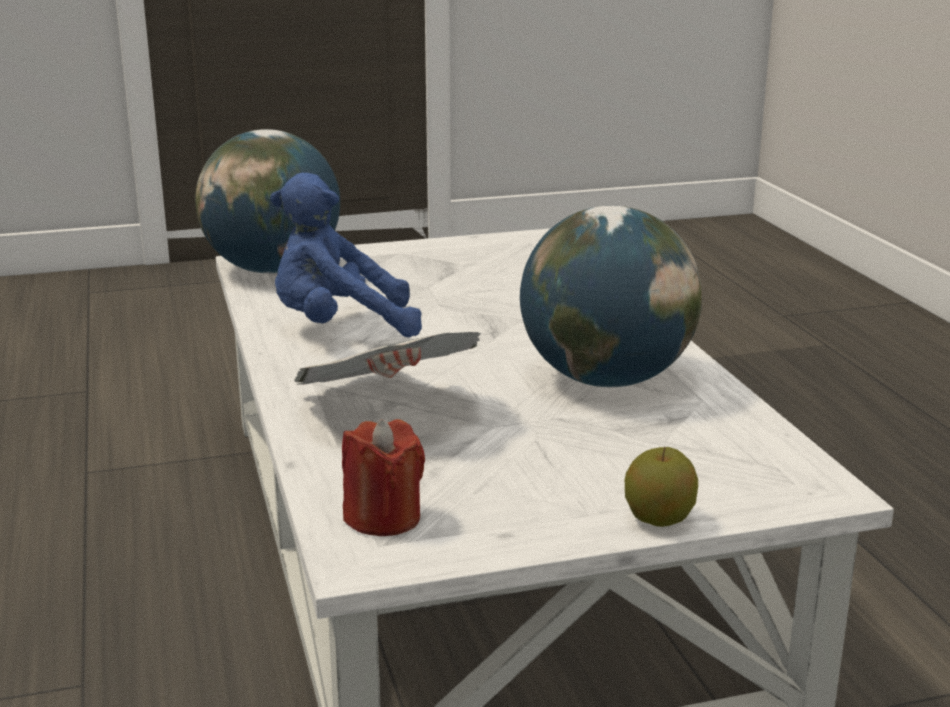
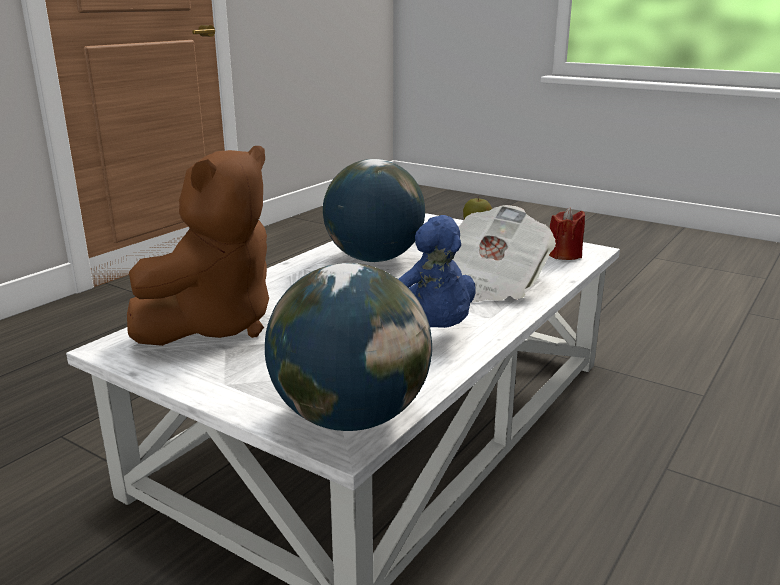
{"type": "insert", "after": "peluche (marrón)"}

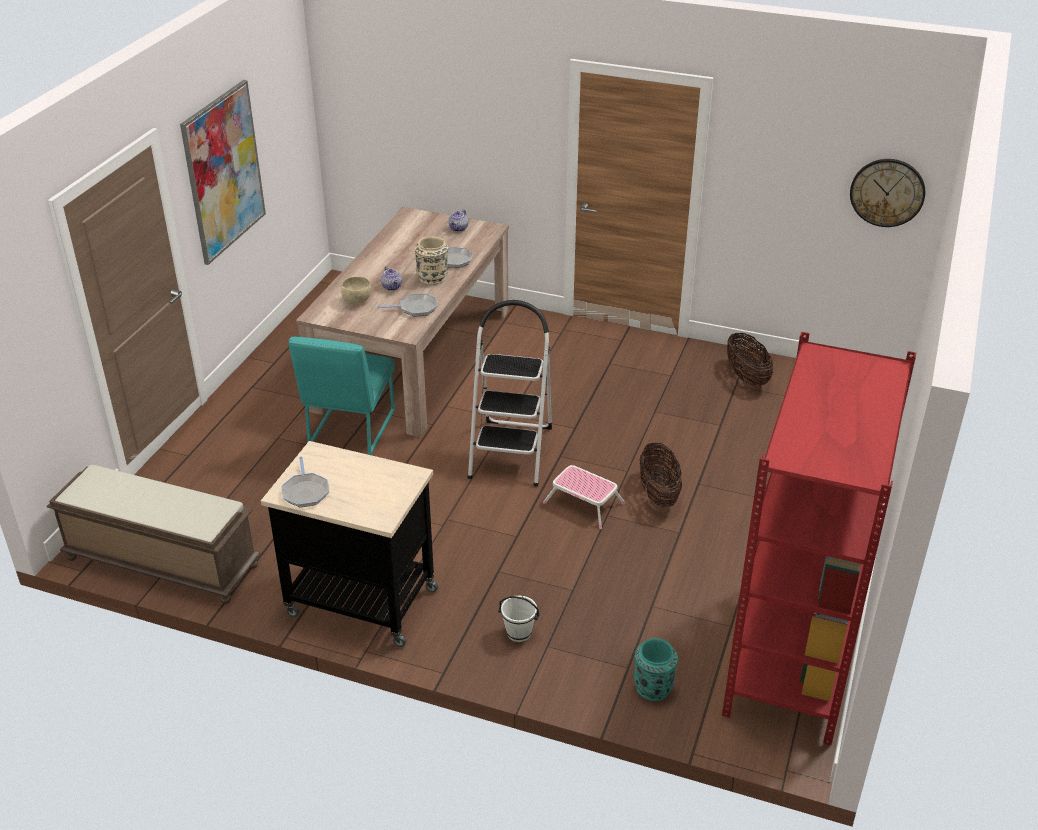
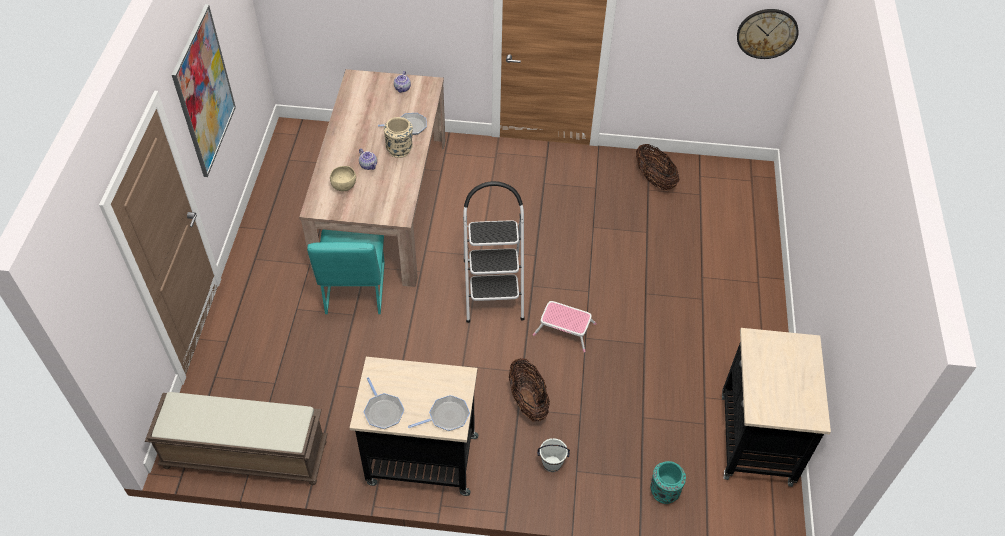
{"type": "move", "before": "sartén (2nd from left in the first image)", "after": "sartén (3rd from left)"}
{"type": "replace", "before": "estantería (rojo)", "after": "carrito (negro) (2nd from left)"}
{"type": "move", "before": "cesta (1st from left)"}

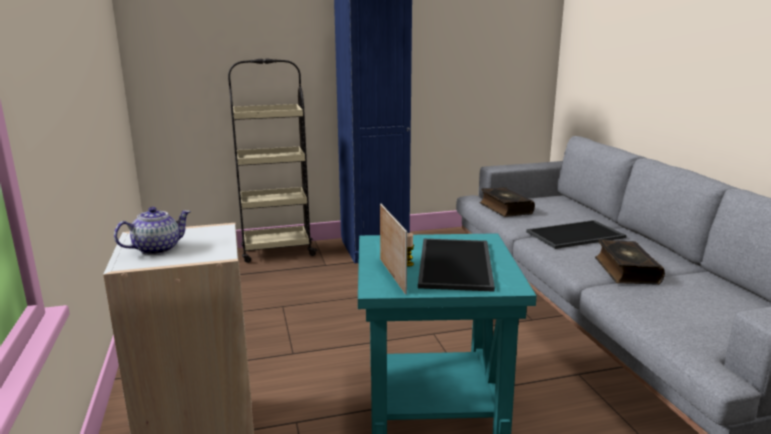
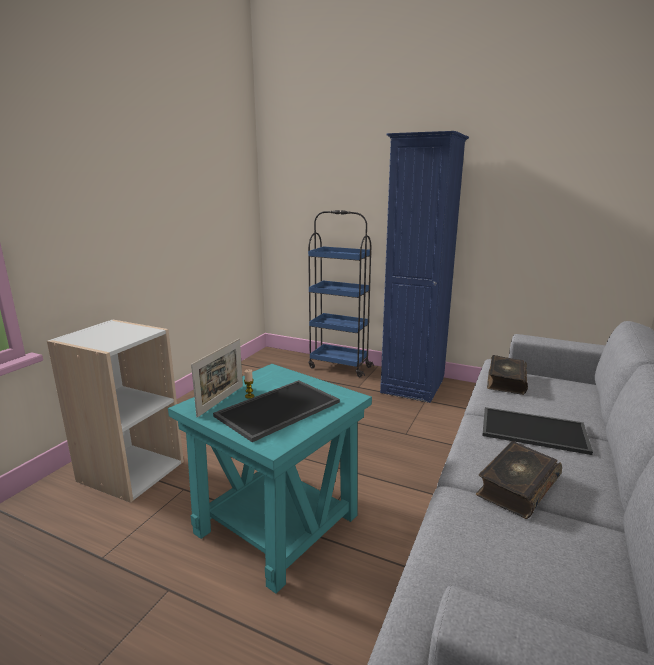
{"type": "recolor", "before": "carrito (beis)", "after": "carrito (azul)"}
{"type": "delete", "before": "tetera"}

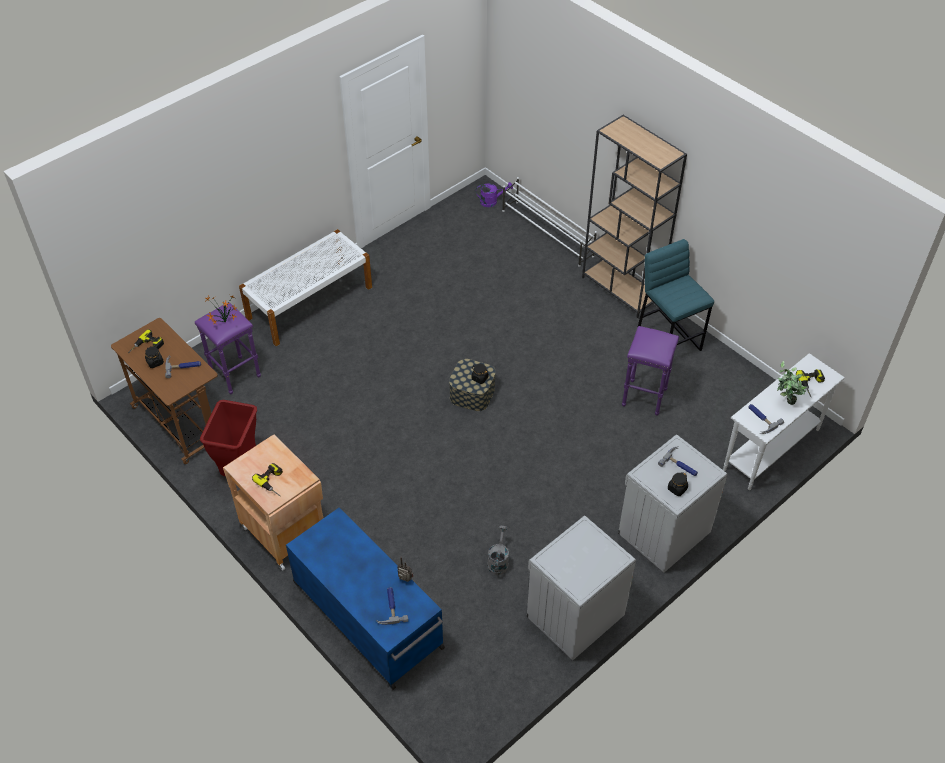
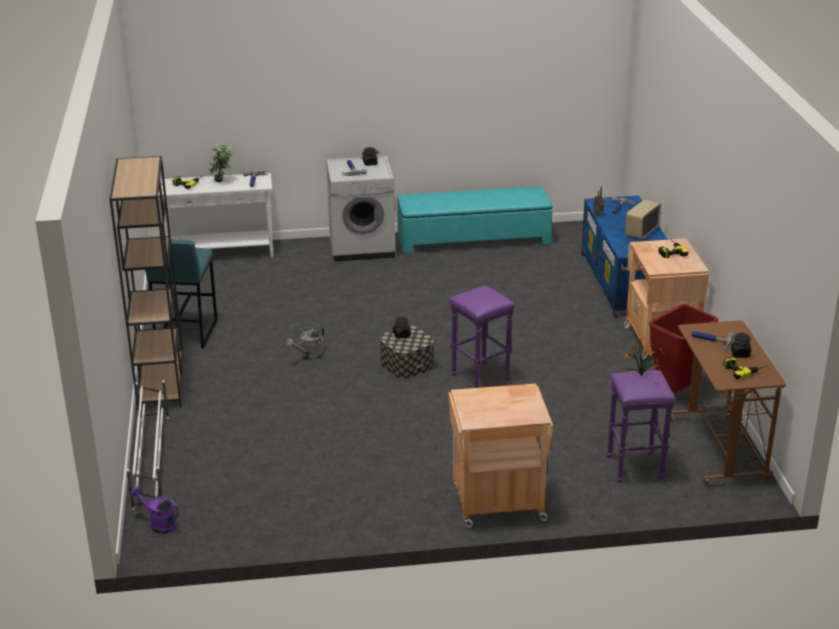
{"type": "replace", "before": "banco (blanco)", "after": "carrito (marrón) (1st from left)"}
{"type": "move", "before": "taburete (morado) (2nd from left in the first image)", "after": "taburete (morado) (1st from left)"}
{"type": "replace", "before": "lavadora (blanco) (1st from left)", "after": "banco (turquesa)"}
{"type": "move", "before": "regadera (gris)"}
{"type": "insert", "after": "radio (2nd from left)"}

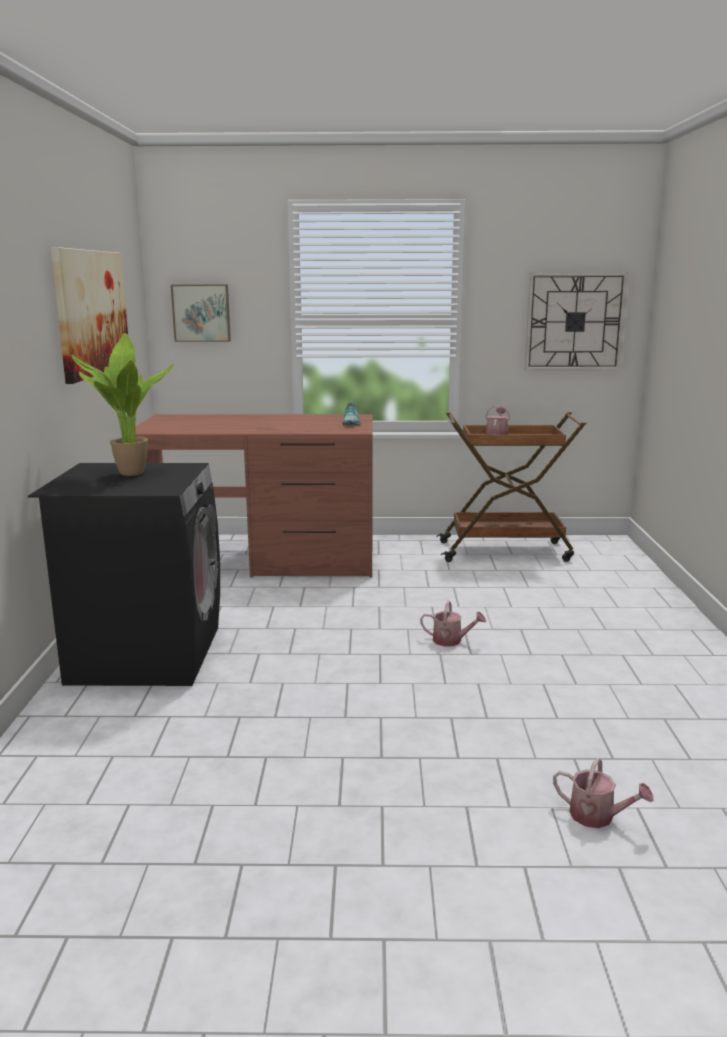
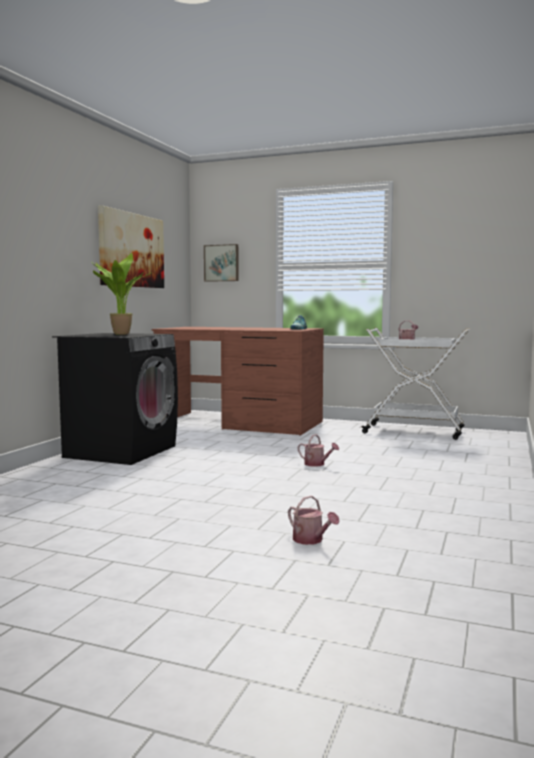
{"type": "delete", "before": "reloj de pared"}
{"type": "recolor", "before": "carrito (marrón)", "after": "carrito (blanco)"}

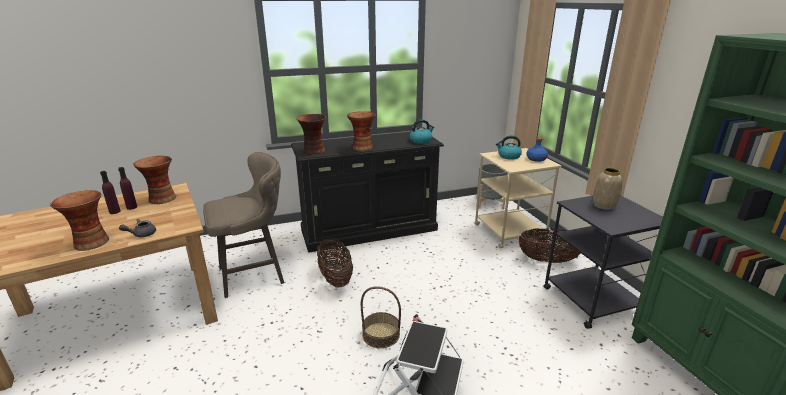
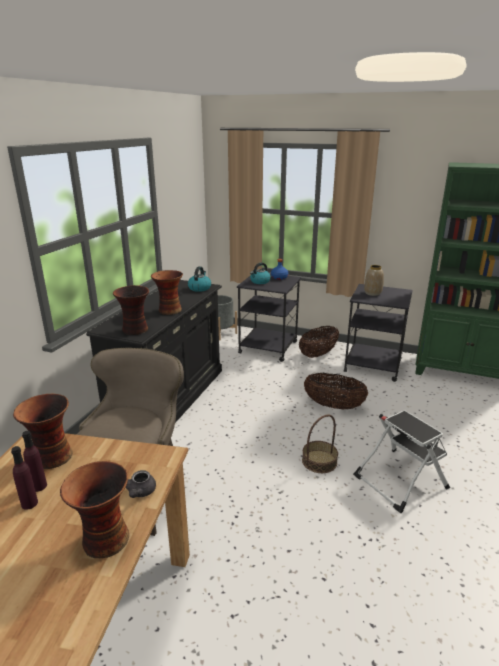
{"type": "recolor", "before": "carrito (beis)", "after": "carrito (negro) (1st from left)"}
{"type": "move", "before": "cesta (1st from left in the first image)", "after": "cesta (3rd from left)"}

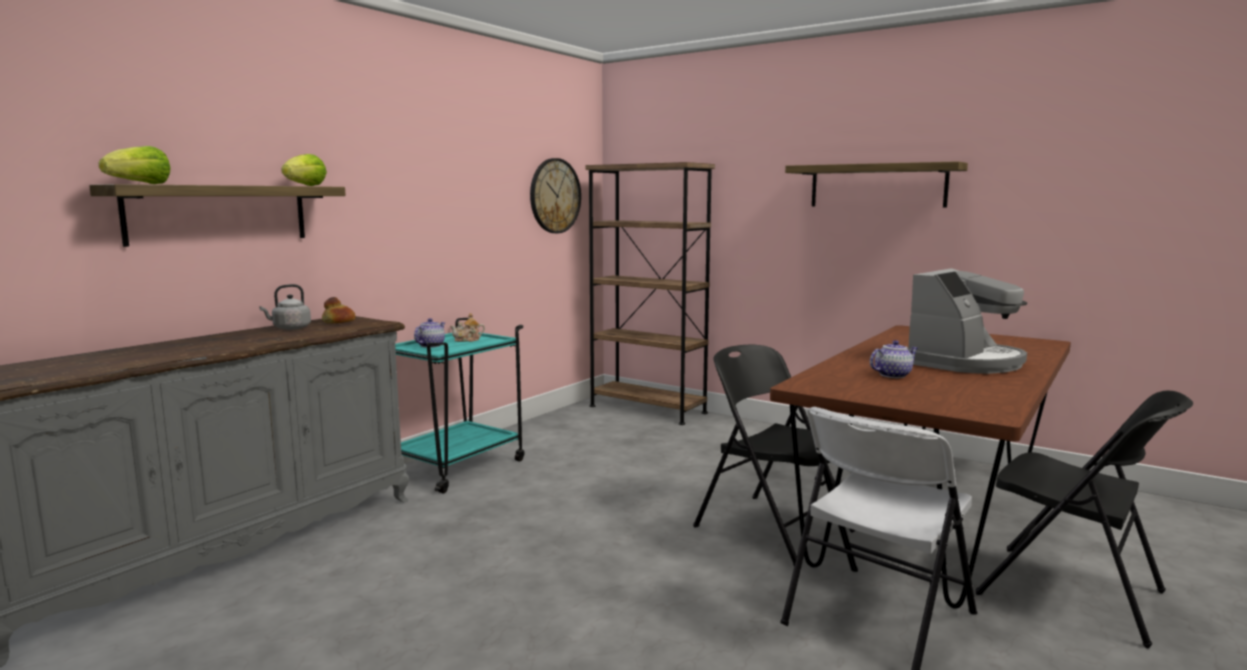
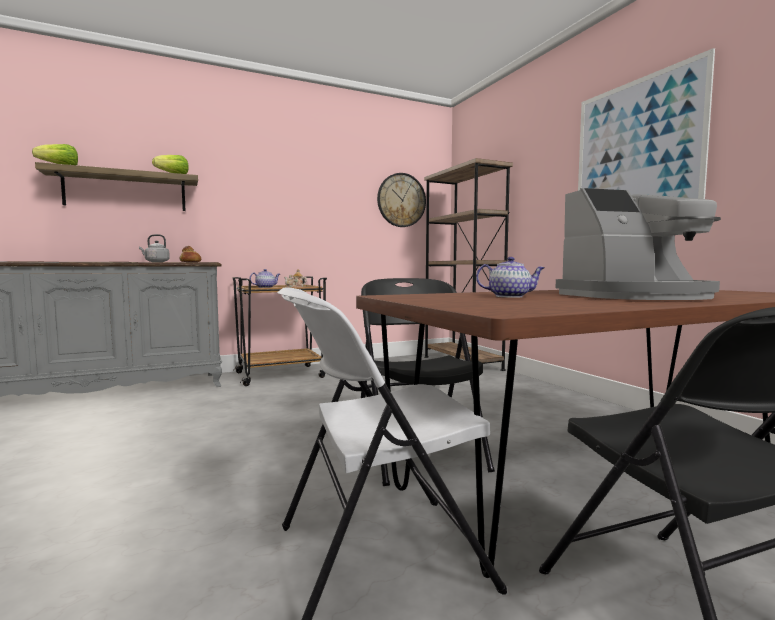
{"type": "replace", "before": "estante (2nd from left)", "after": "cuadro"}
{"type": "recolor", "before": "carrito (turquesa)", "after": "carrito (marrón)"}

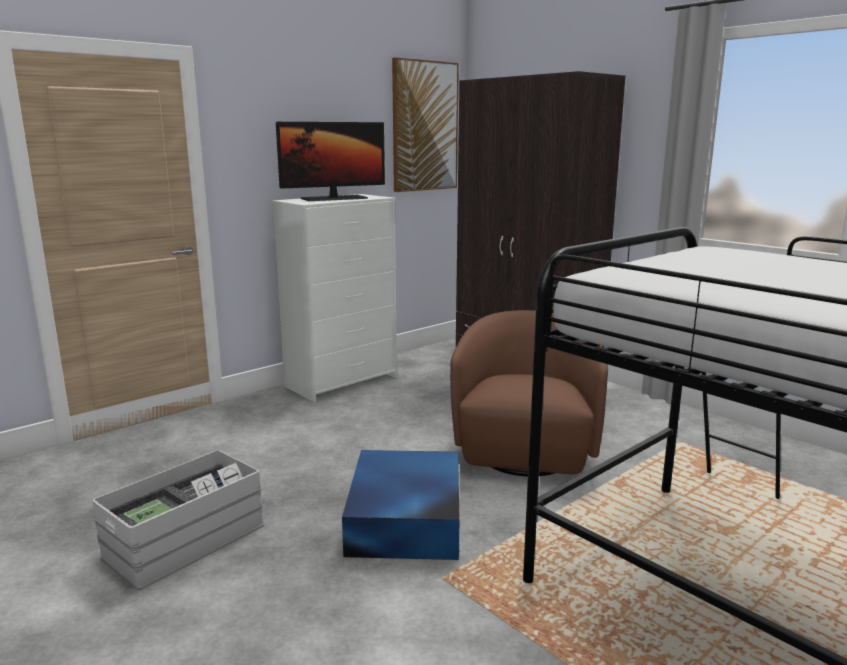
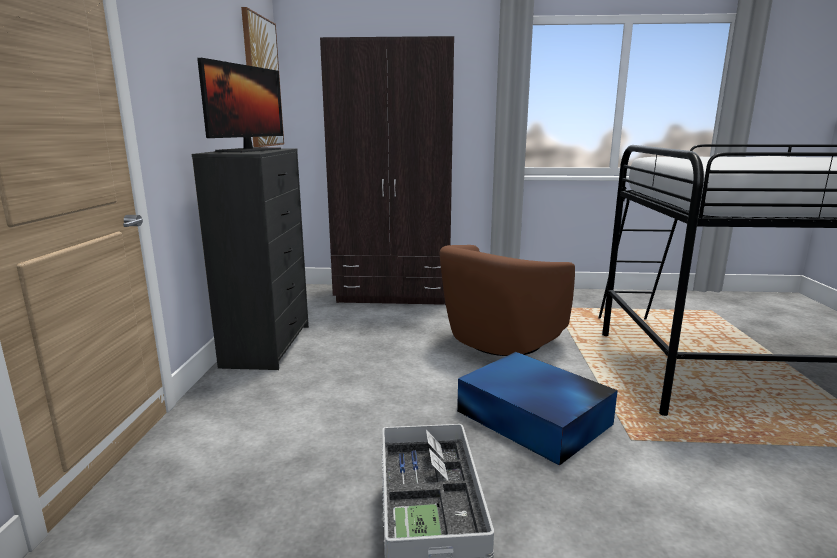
{"type": "recolor", "before": "cómoda (blanco)", "after": "cómoda (negro)"}
{"type": "rotate", "before": "sillón (marrón)", "turn": -105}

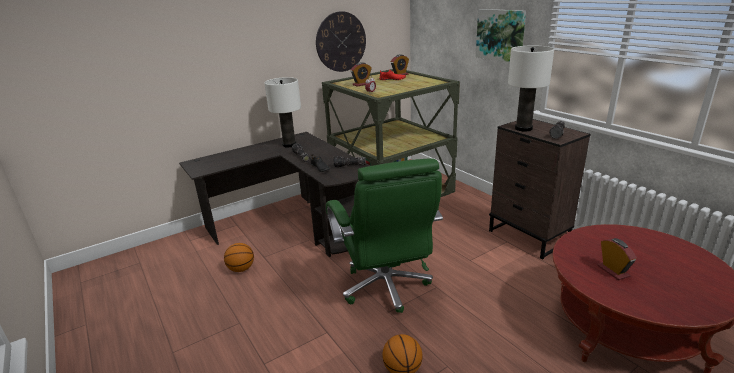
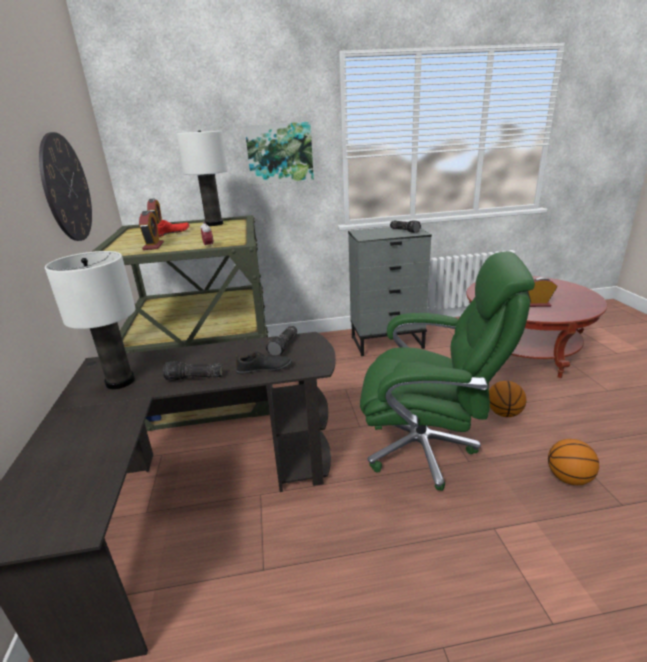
{"type": "move", "before": "lámpara de mesa (blanco) (2nd from left)"}
{"type": "recolor", "before": "cómoda (marrón)", "after": "cómoda (gris)"}
{"type": "move", "before": "balón de baloncesto (1st from left)"}

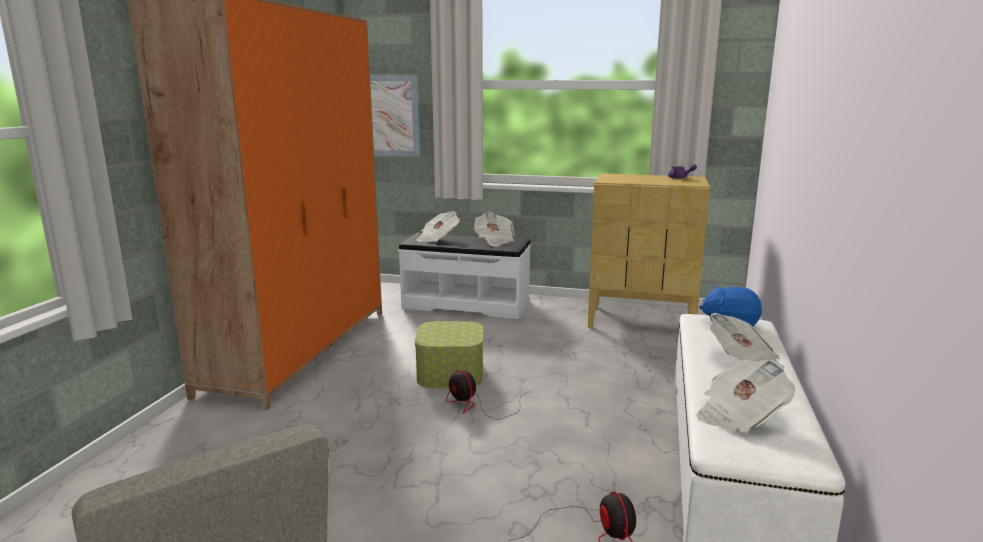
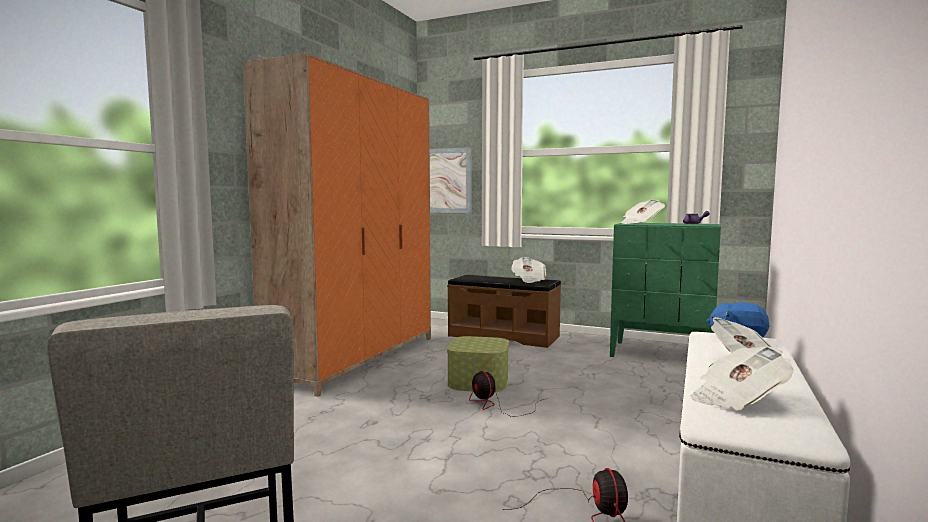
{"type": "recolor", "before": "cómoda (beis)", "after": "cómoda (verde)"}
{"type": "move", "before": "periódico (1st from left in the first image)", "after": "periódico (2nd from left)"}
{"type": "recolor", "before": "banco (blanco) (1st from left)", "after": "banco (marrón)"}

